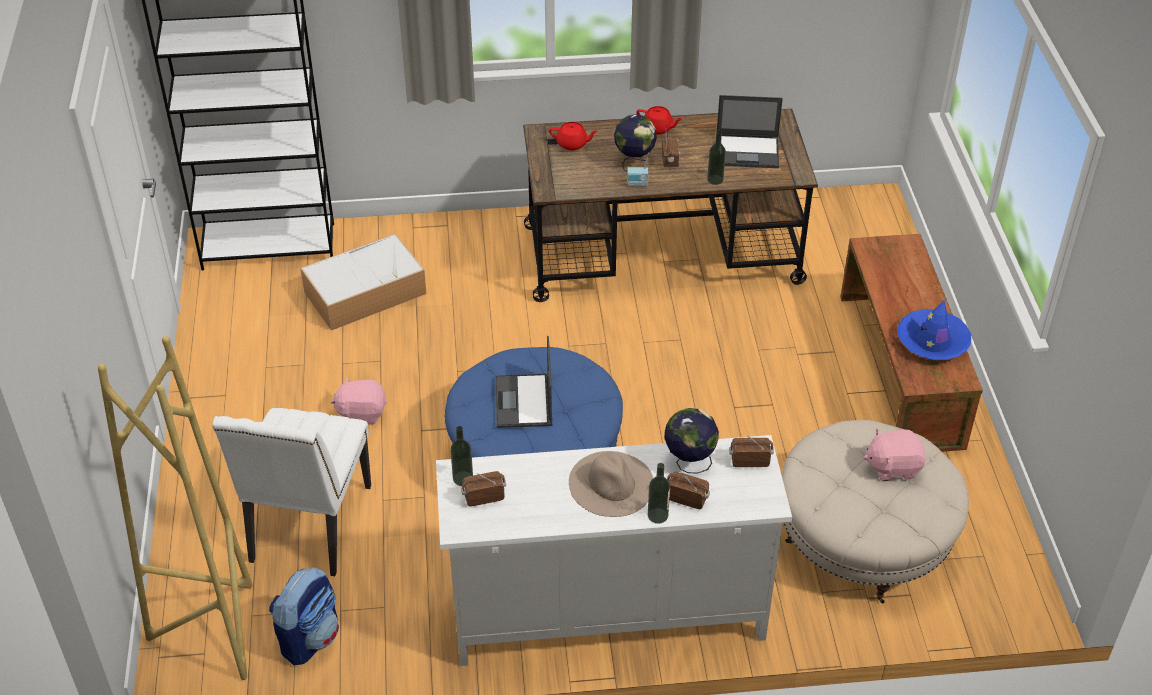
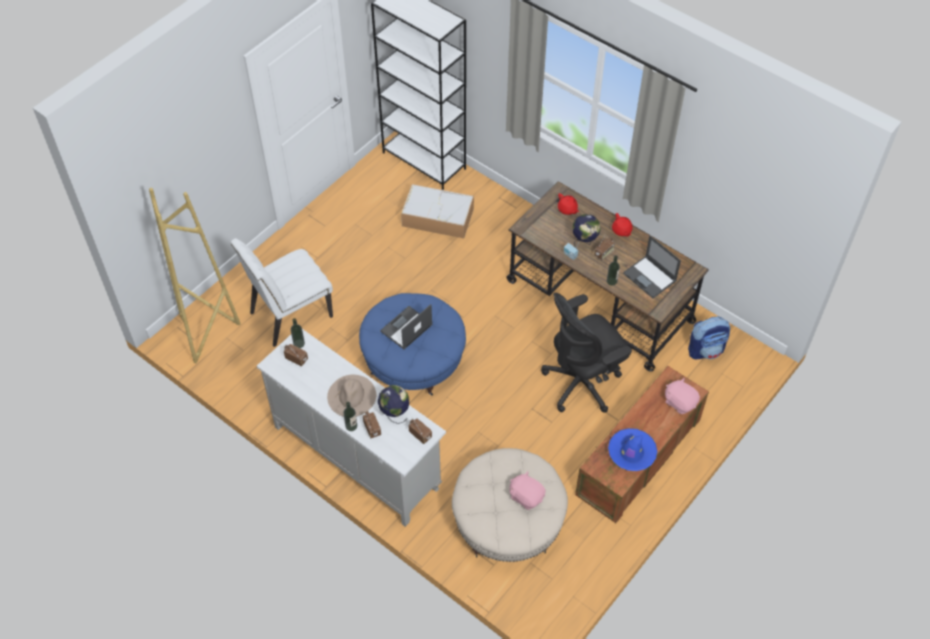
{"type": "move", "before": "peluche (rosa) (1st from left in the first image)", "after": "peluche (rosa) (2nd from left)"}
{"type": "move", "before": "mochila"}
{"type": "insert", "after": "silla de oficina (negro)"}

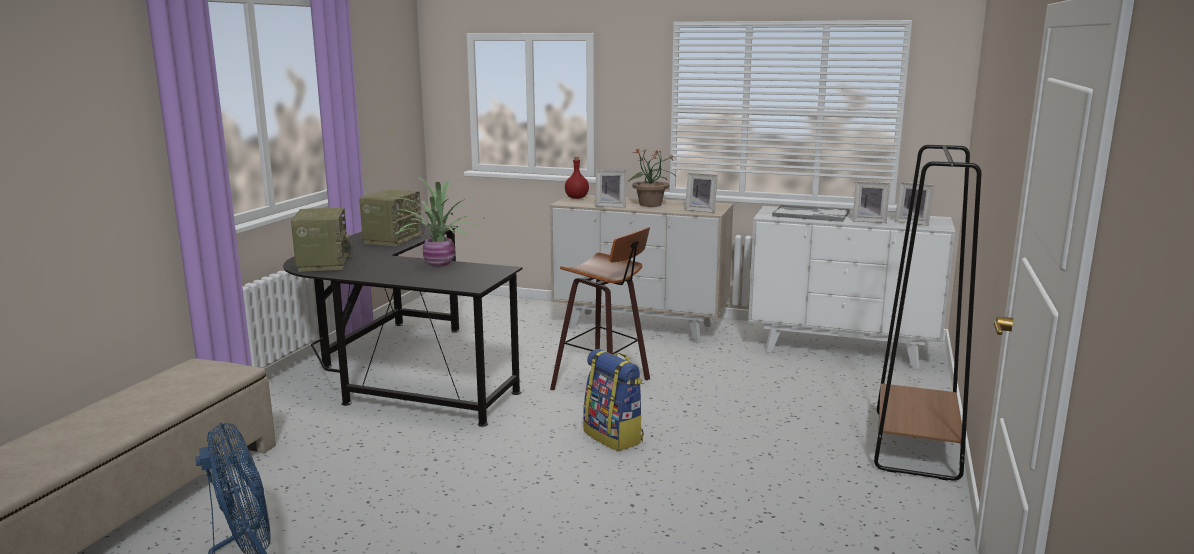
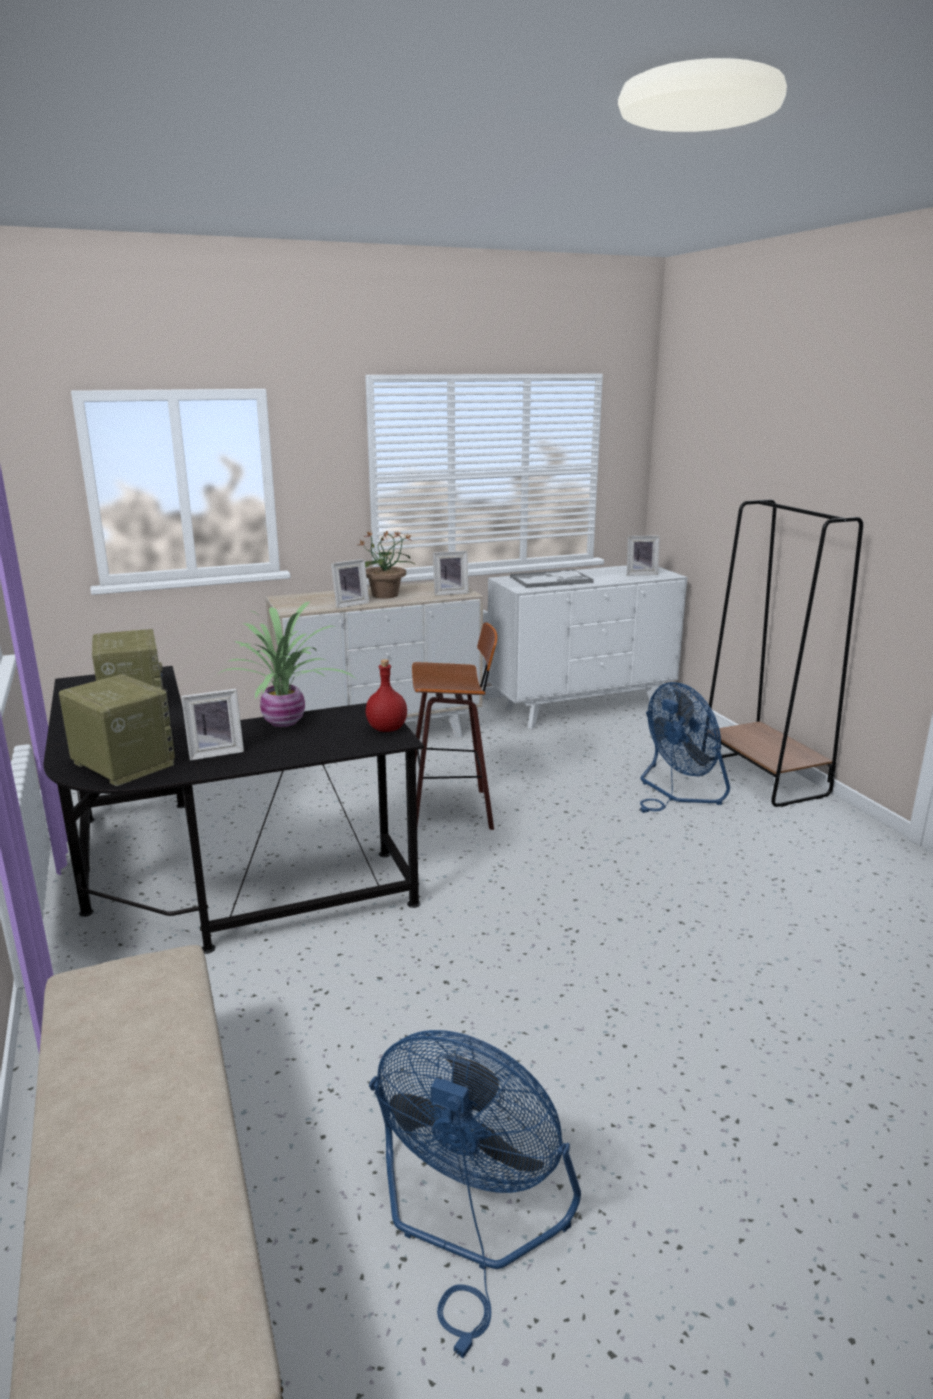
{"type": "move", "before": "botella (rojo)"}
{"type": "move", "before": "portarretratos (3rd from left in the first image)", "after": "portarretratos (1st from left)"}
{"type": "delete", "before": "mochila"}
{"type": "insert", "after": "ventilador (azul) (2nd from left)"}

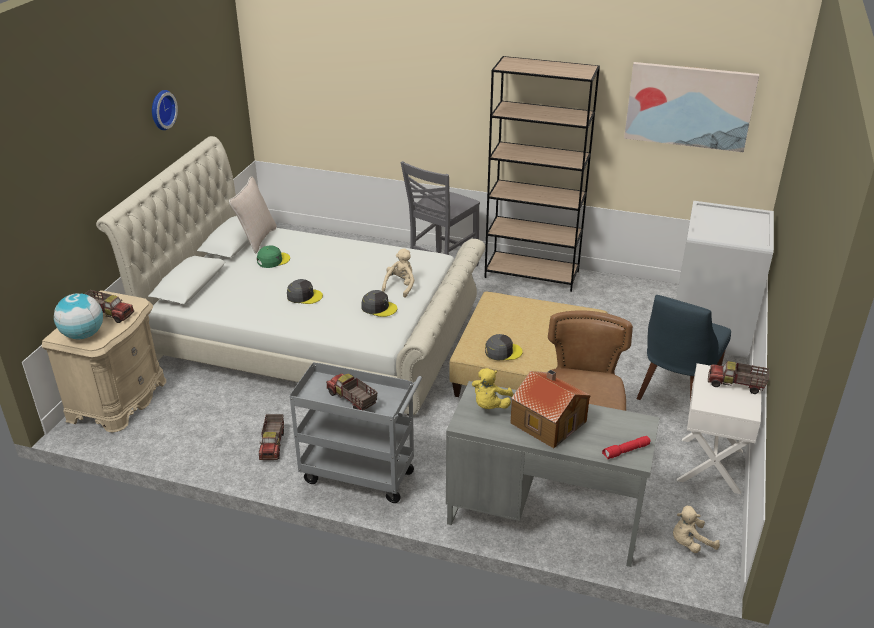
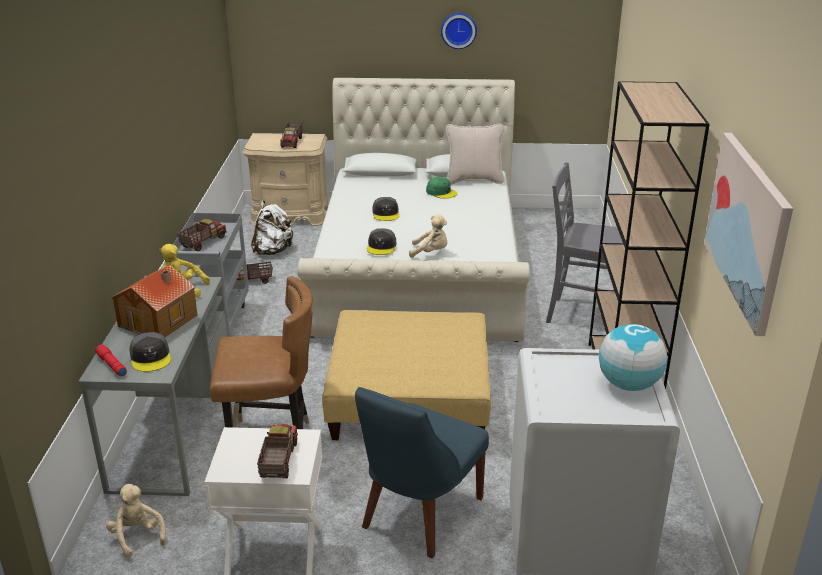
{"type": "move", "before": "globo terráqueo"}
{"type": "rotate", "before": "silla (azul)", "turn": -75}
{"type": "move", "before": "gorra (gris) (3rd from left in the first image)", "after": "gorra (gris) (1st from left)"}
{"type": "insert", "after": "mochila (blanco)"}

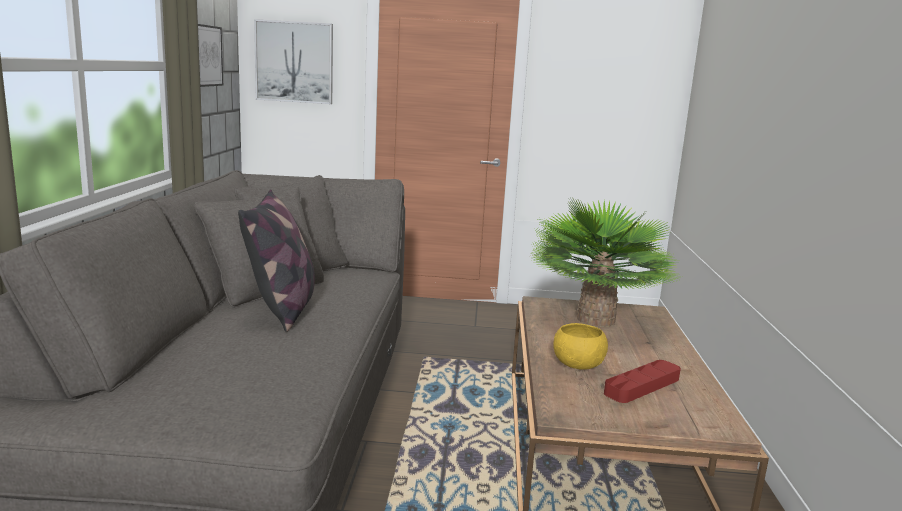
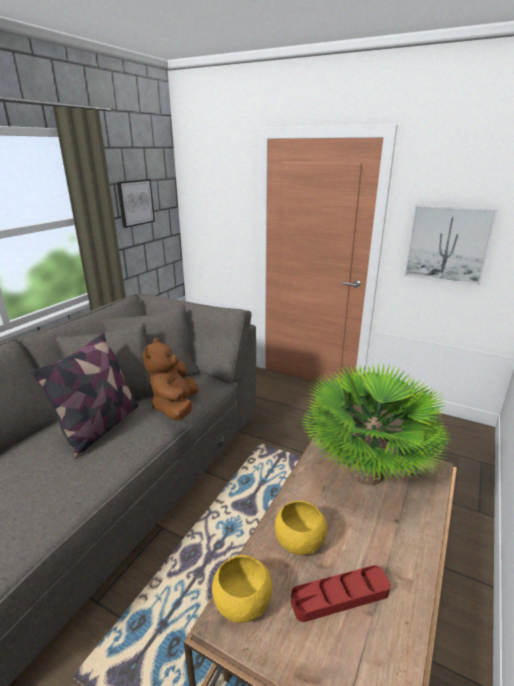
{"type": "move", "before": "cuadro (2nd from left)"}
{"type": "insert", "after": "peluche (marrón)"}
{"type": "insert", "after": "cuenco (amarillo) (1st from left)"}

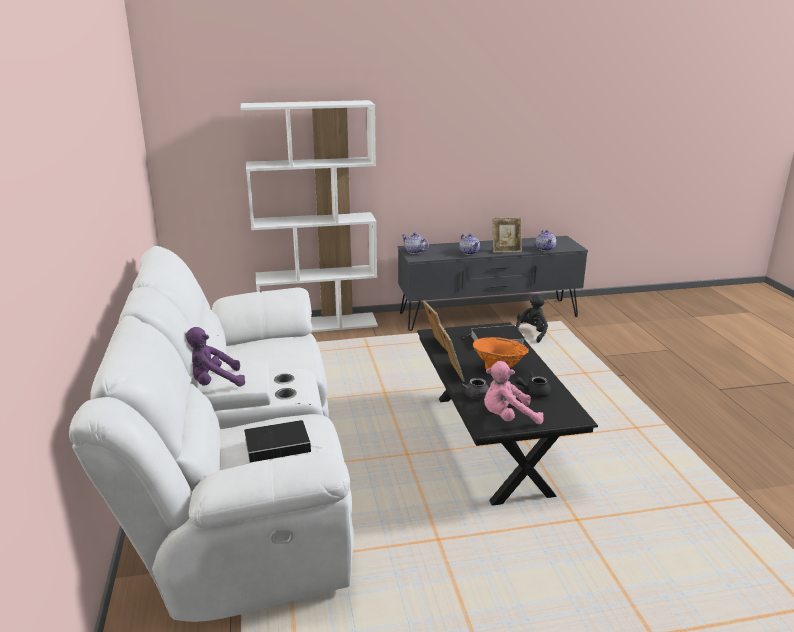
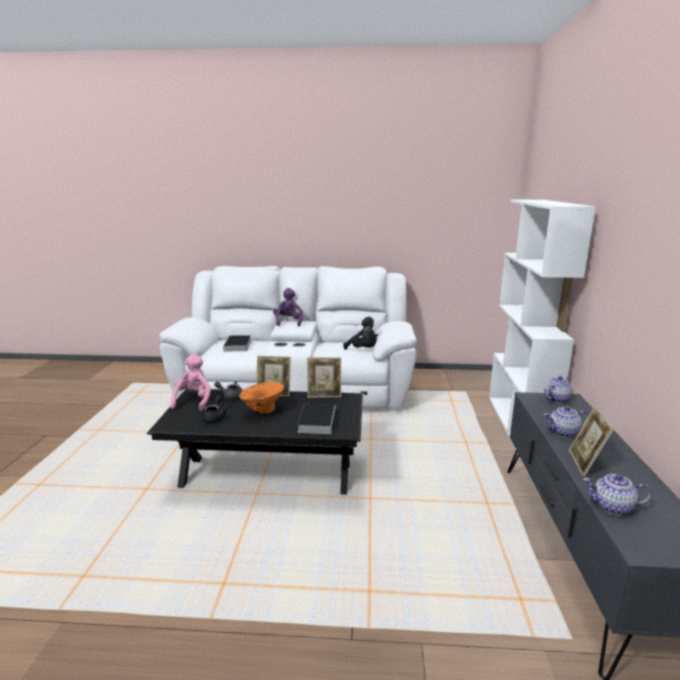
{"type": "move", "before": "peluche (negro)"}

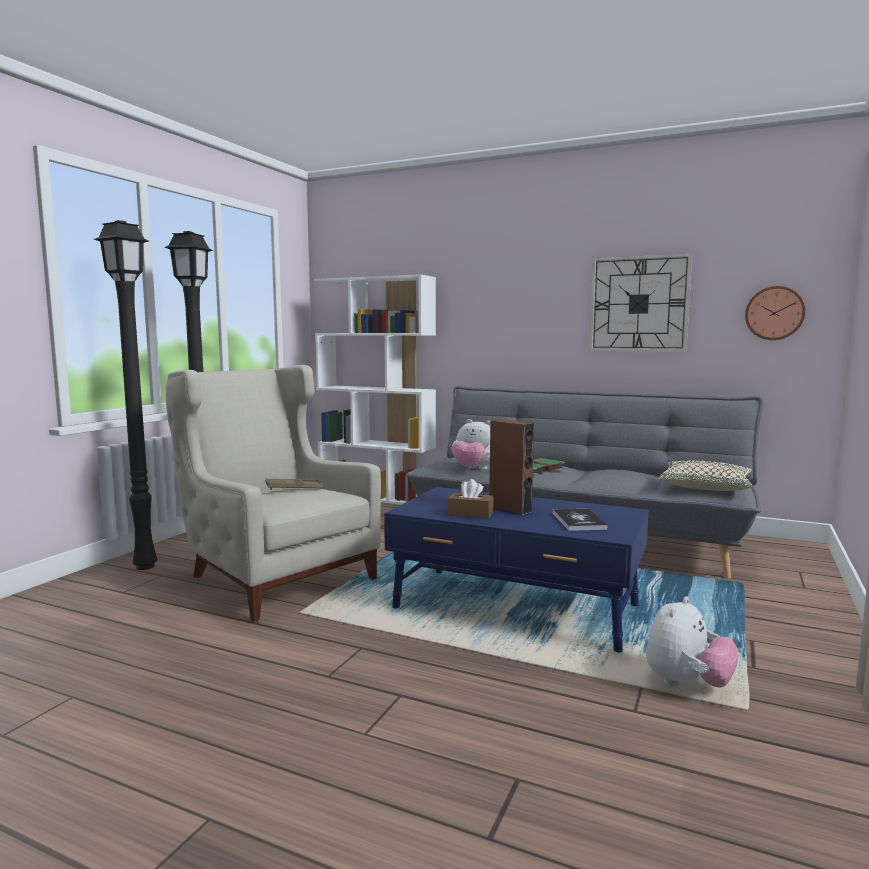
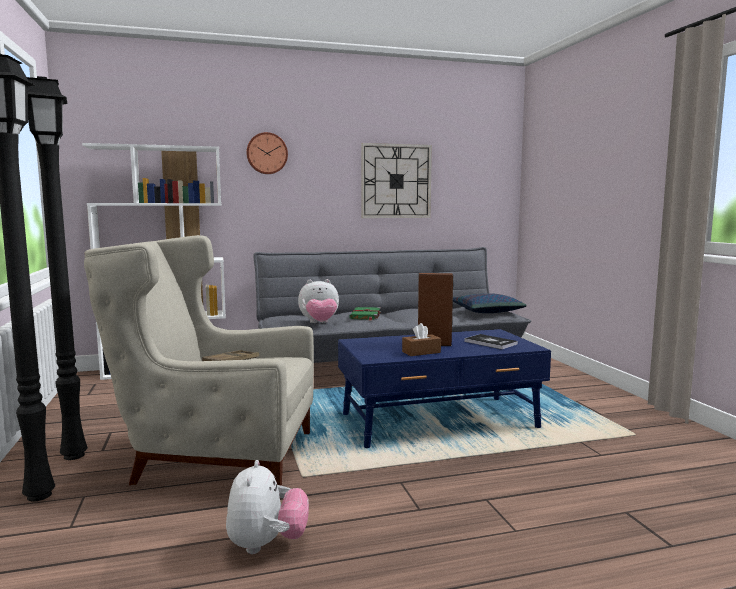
{"type": "move", "before": "reloj de pared (2nd from left in the first image)", "after": "reloj de pared (1st from left)"}
{"type": "recolor", "before": "cojín (beis)", "after": "cojín (azul)"}
{"type": "move", "before": "peluche (2nd from left in the first image)", "after": "peluche (1st from left)"}

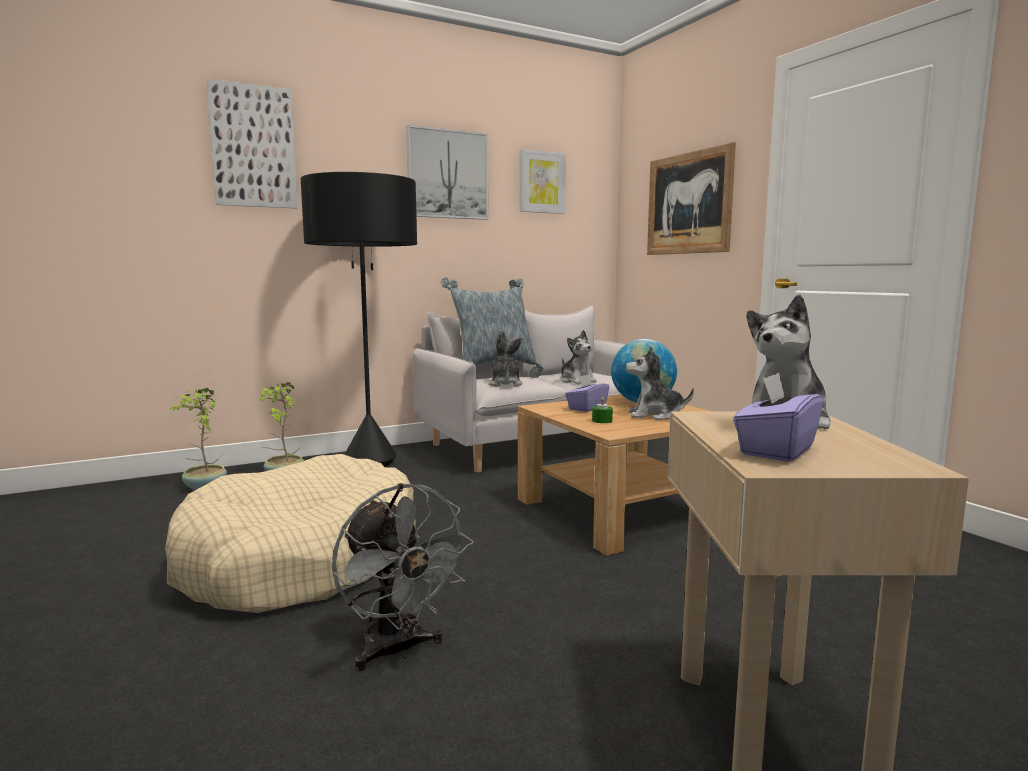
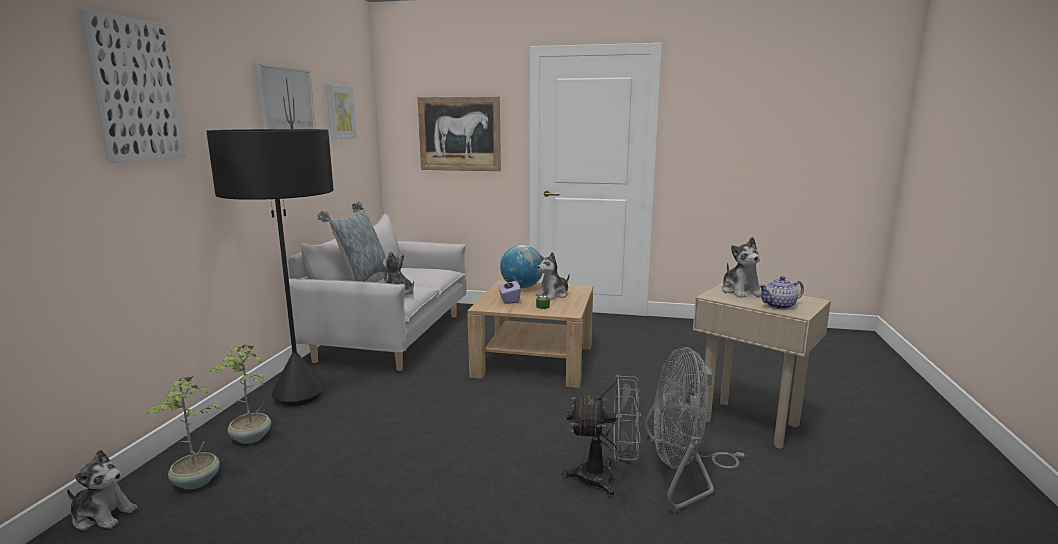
{"type": "move", "before": "peluche (2nd from left in the first image)", "after": "peluche (1st from left)"}
{"type": "replace", "before": "caja de pañuelos (morado) (2nd from left)", "after": "tetera"}
{"type": "delete", "before": "cama para perro (beis)"}
{"type": "insert", "after": "ventilador (gris) (2nd from left)"}

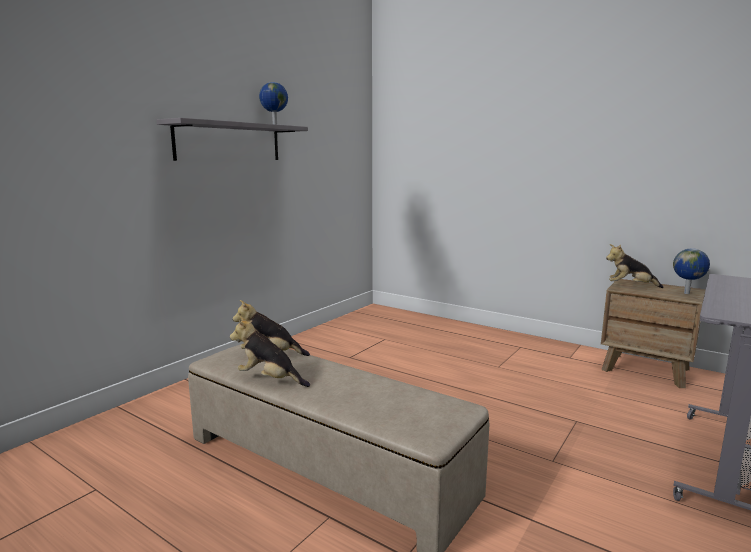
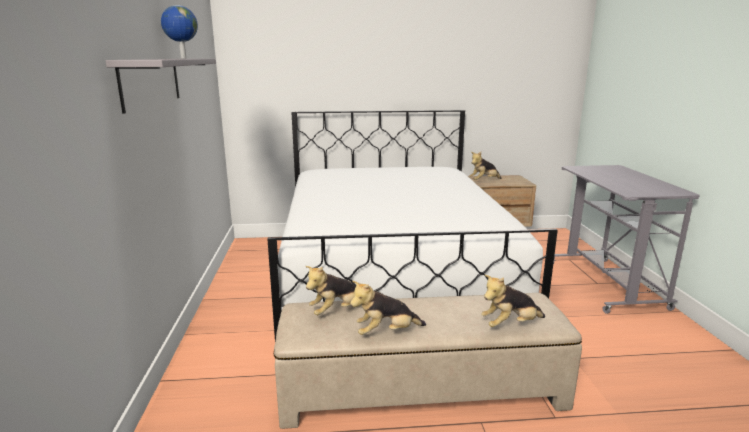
{"type": "delete", "before": "globo terráqueo (2nd from left)"}
{"type": "insert", "after": "cama (blanco)"}
{"type": "insert", "after": "peluche (4th from left)"}

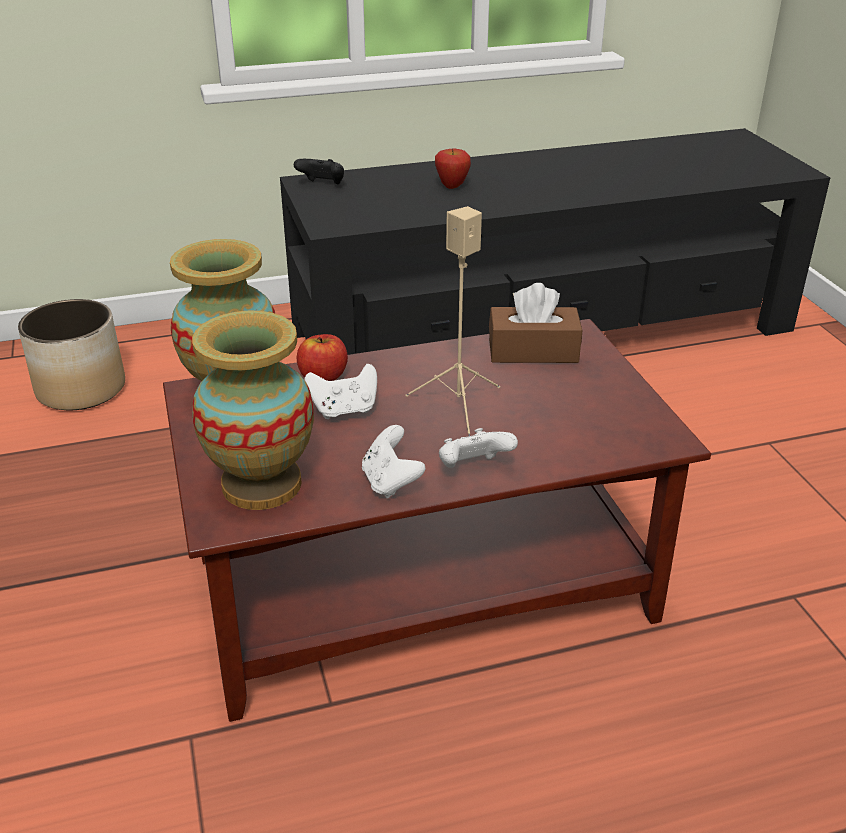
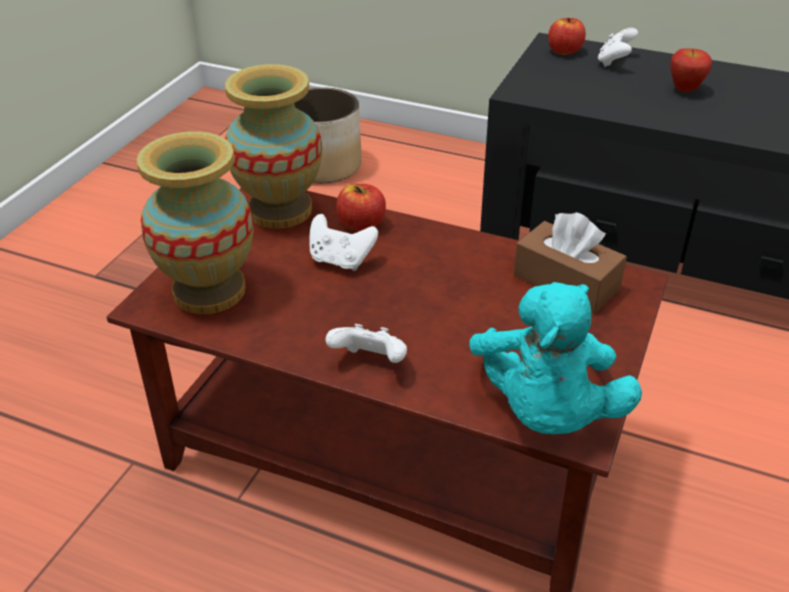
{"type": "replace", "before": "mando de consola (negro)", "after": "manzana (2nd from left)"}
{"type": "delete", "before": "altavoz (beis)"}
{"type": "move", "before": "mando de consola (blanco) (2nd from left in the first image)", "after": "mando de consola (blanco) (3rd from left)"}
{"type": "insert", "after": "peluche (turquesa)"}

